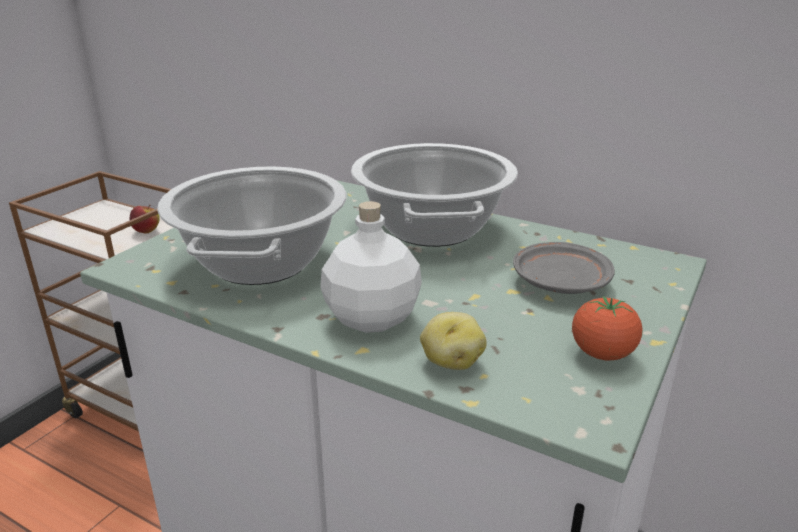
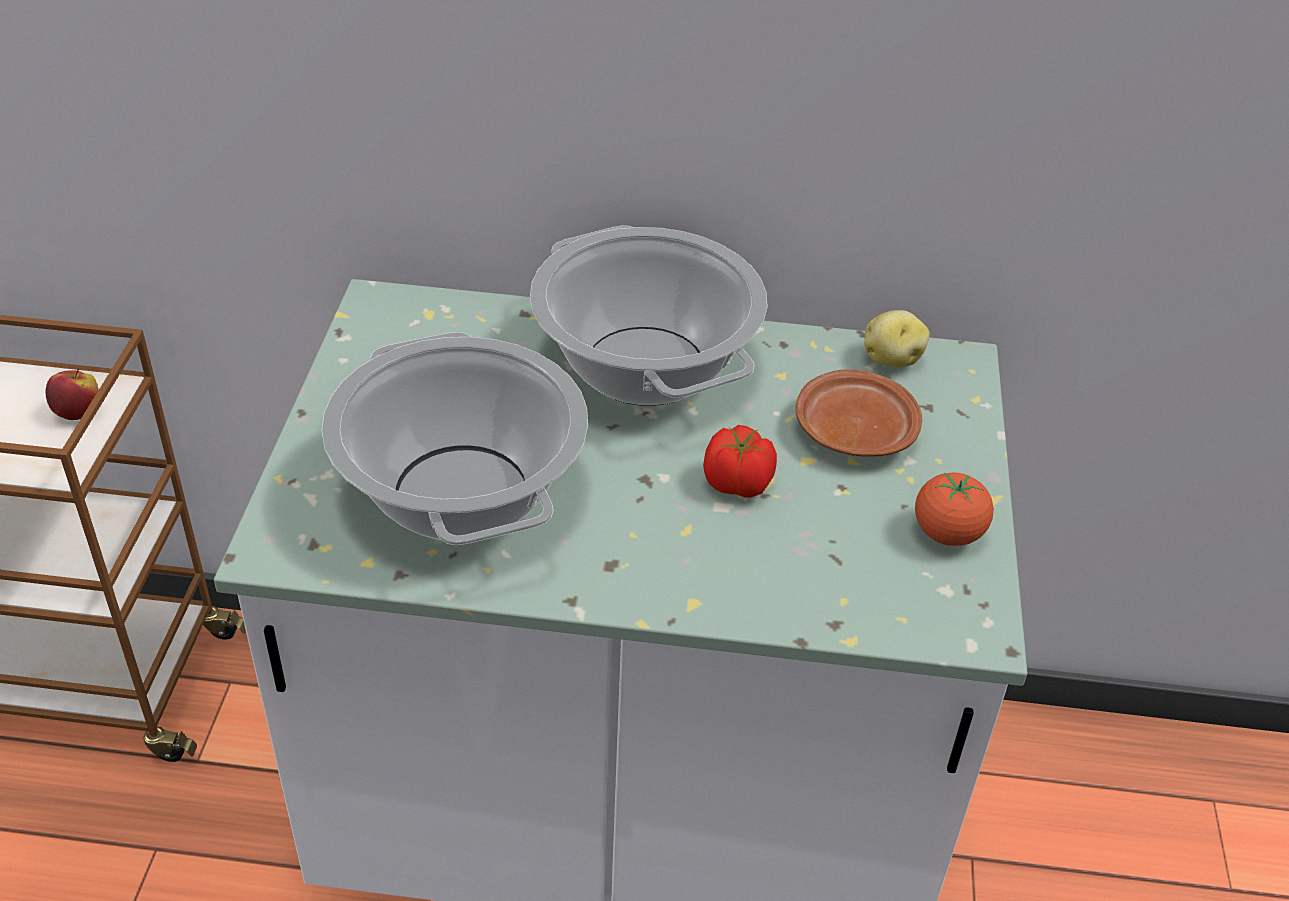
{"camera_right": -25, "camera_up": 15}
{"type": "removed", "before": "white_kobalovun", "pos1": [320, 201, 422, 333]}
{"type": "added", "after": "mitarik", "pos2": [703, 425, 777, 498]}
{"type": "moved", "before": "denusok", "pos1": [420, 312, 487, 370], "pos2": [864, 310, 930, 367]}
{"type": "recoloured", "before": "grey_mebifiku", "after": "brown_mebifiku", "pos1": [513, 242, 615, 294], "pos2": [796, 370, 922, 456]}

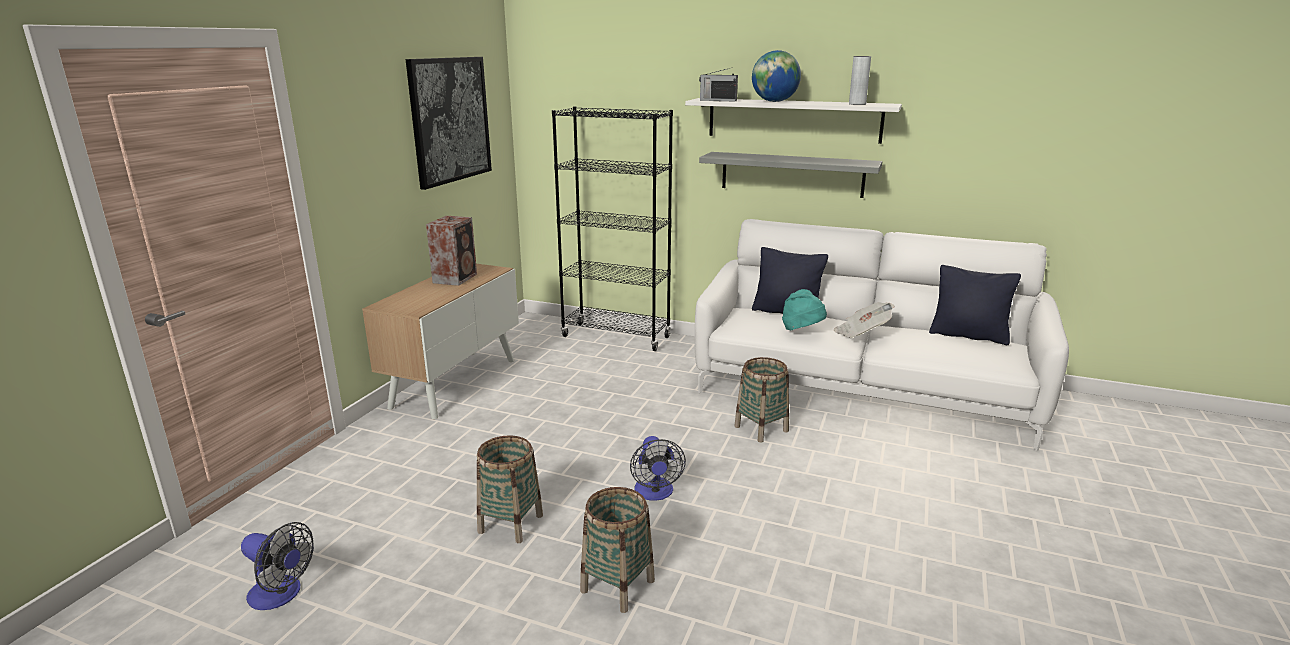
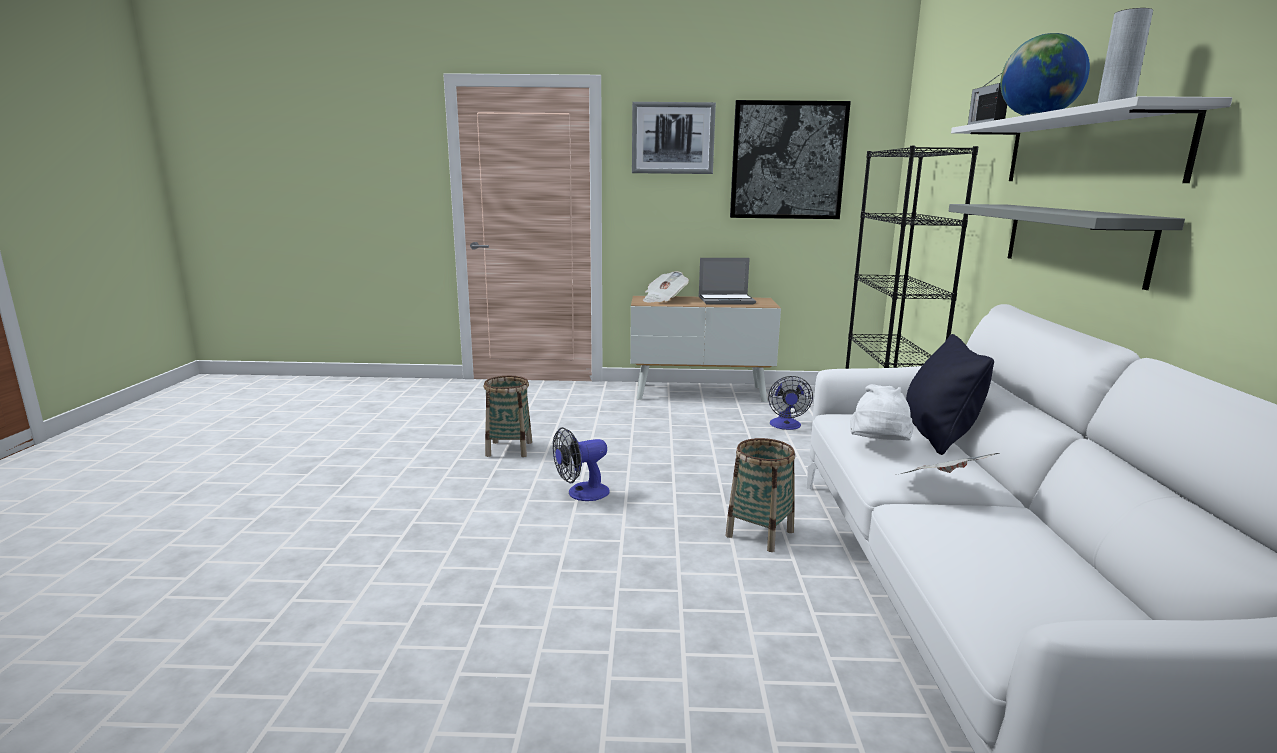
{"camera_right": 70, "camera_up": -5}
{"type": "removed", "before": "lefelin", "pos1": [580, 487, 655, 613]}
{"type": "removed", "before": "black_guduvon", "pos1": [929, 265, 1021, 345]}
{"type": "added", "after": "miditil", "pos2": [632, 102, 716, 174]}
{"type": "added", "after": "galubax", "pos2": [643, 271, 689, 303]}
{"type": "moved", "before": "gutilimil", "pos1": [241, 522, 314, 610], "pos2": [768, 376, 813, 430]}
{"type": "replaced", "before": "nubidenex", "after": "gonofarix", "pos1": [426, 216, 477, 286], "pos2": [699, 258, 756, 305]}
{"type": "recoloured", "before": "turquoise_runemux", "after": "white_runemux", "pos1": [782, 289, 827, 330], "pos2": [850, 384, 914, 441]}

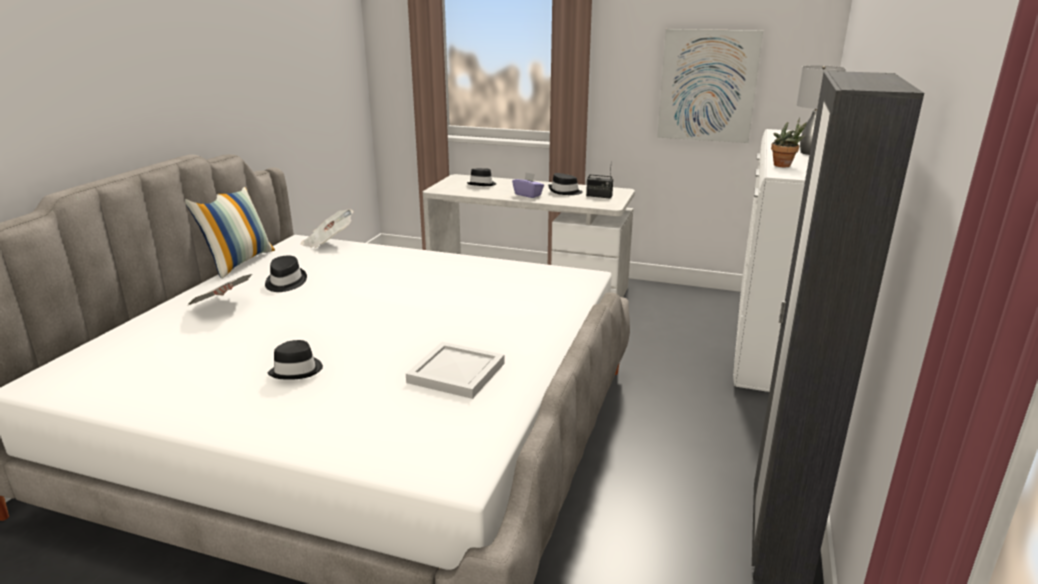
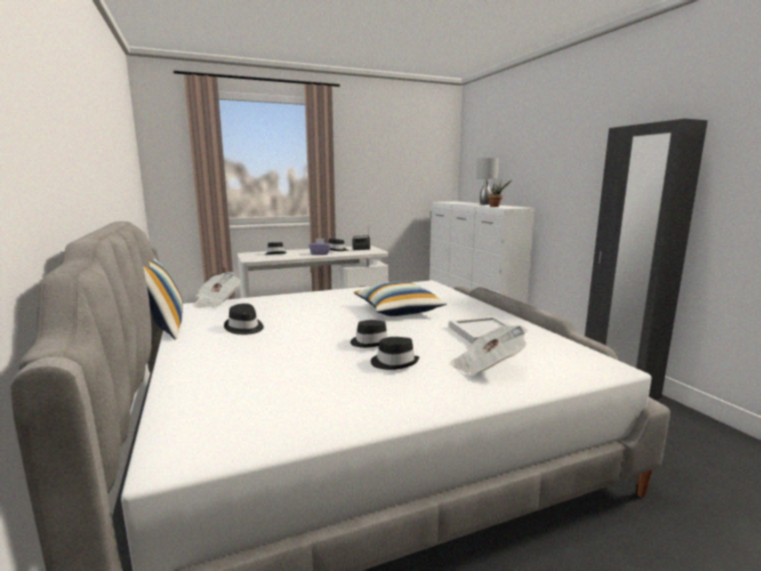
{"camera_right": -40, "camera_up": -10}
{"type": "removed", "before": "miditil", "pos1": [657, 29, 763, 143]}
{"type": "added", "after": "black_runemux", "pos2": [350, 320, 387, 348]}
{"type": "added", "after": "guduvon", "pos2": [354, 281, 447, 316]}
{"type": "moved", "before": "galubax", "pos1": [187, 274, 252, 306], "pos2": [450, 325, 528, 376]}

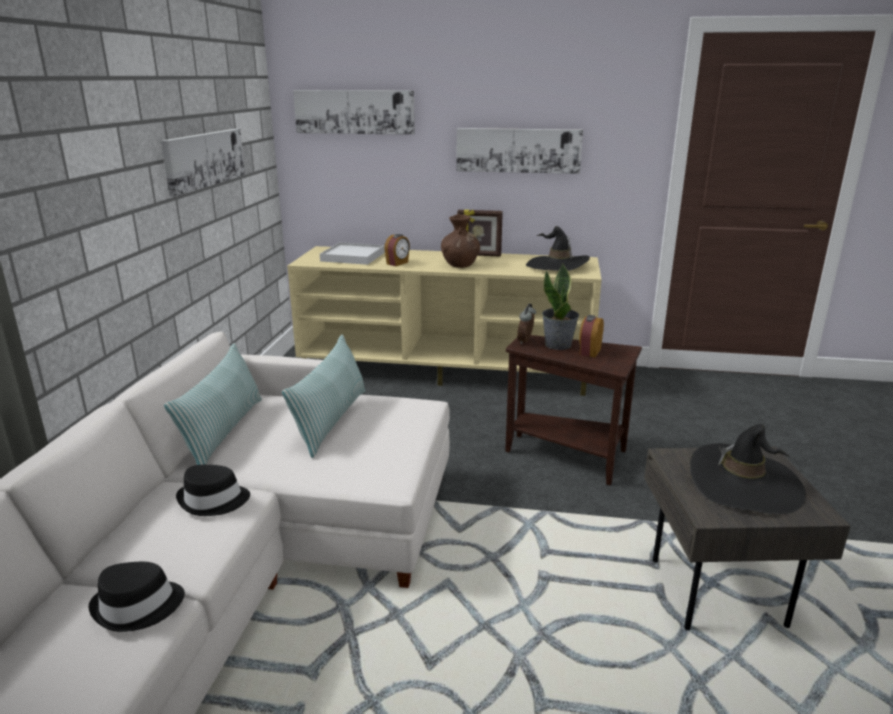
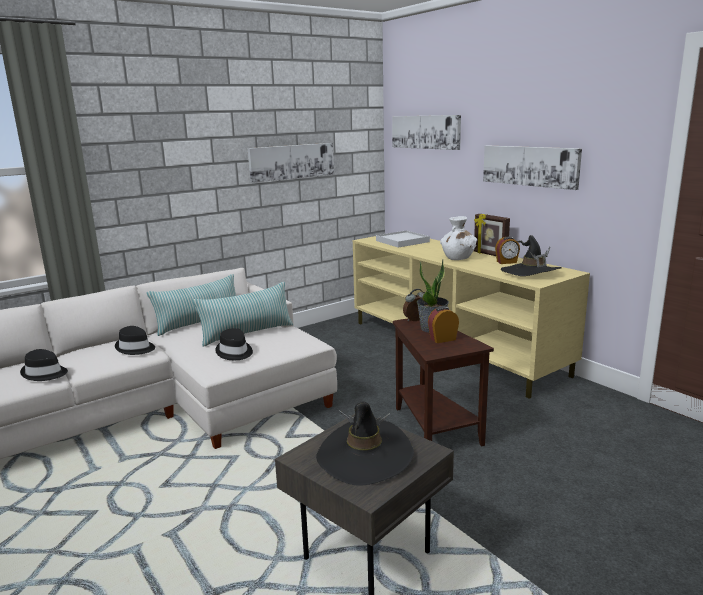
{"camera_right": 45, "camera_up": -5}
{"type": "added", "after": "black_runemux", "pos2": [215, 328, 253, 360]}
{"type": "moved", "before": "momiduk", "pos1": [384, 234, 410, 266], "pos2": [495, 237, 520, 264]}
{"type": "recoloured", "before": "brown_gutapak", "after": "white_gutapak", "pos1": [441, 214, 480, 268], "pos2": [440, 216, 477, 260]}

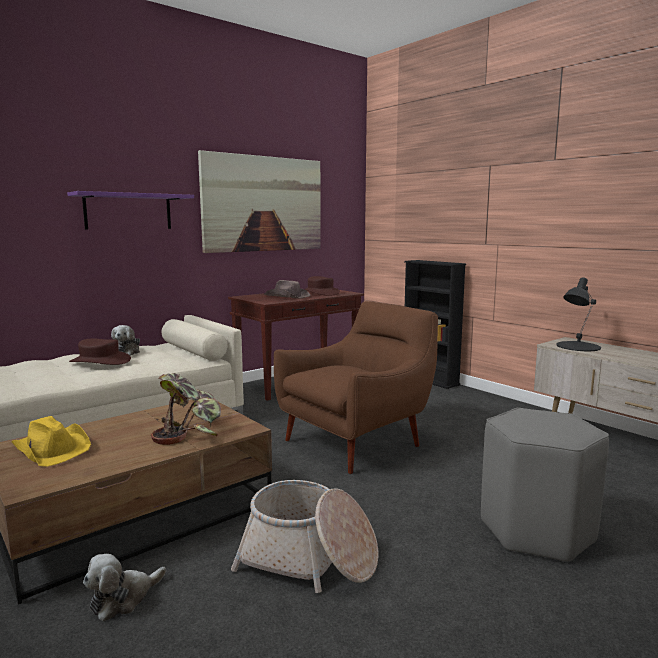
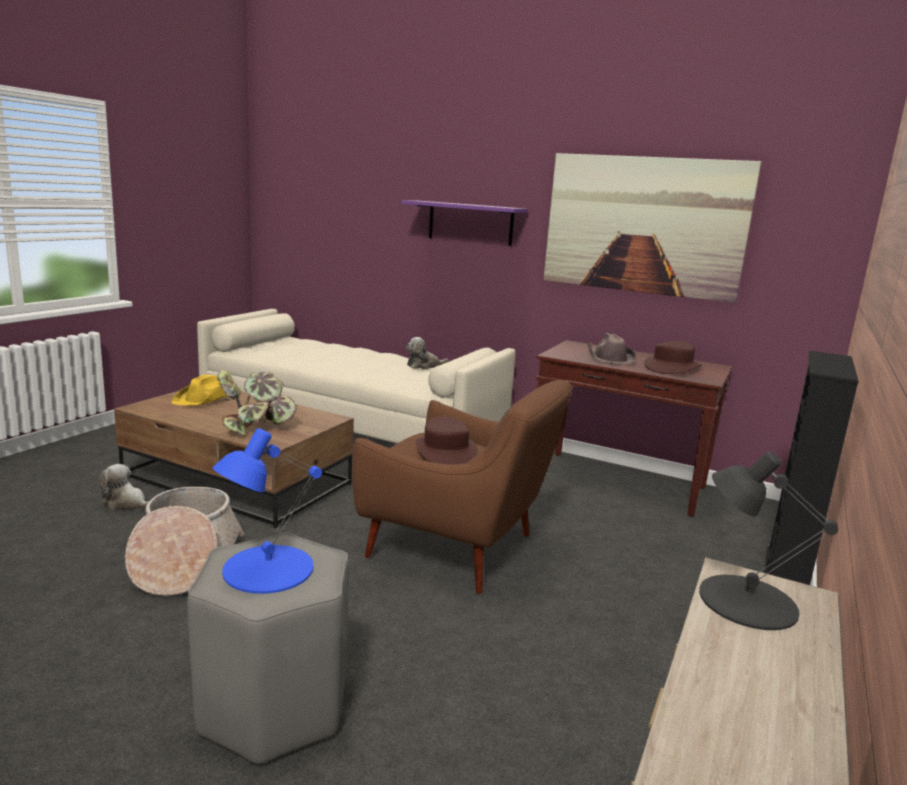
{"camera_right": 65, "camera_up": 5}
{"type": "added", "after": "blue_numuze", "pos2": [213, 428, 322, 594]}
{"type": "moved", "before": "brown_runemux", "pos1": [69, 338, 131, 365], "pos2": [416, 417, 478, 465]}

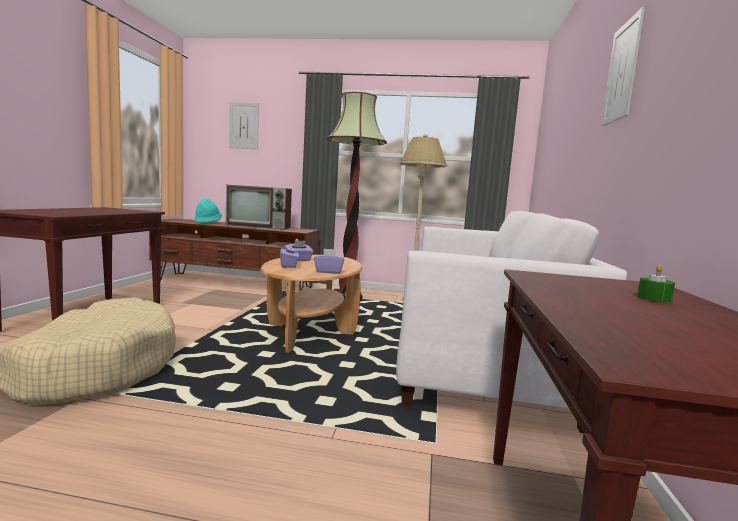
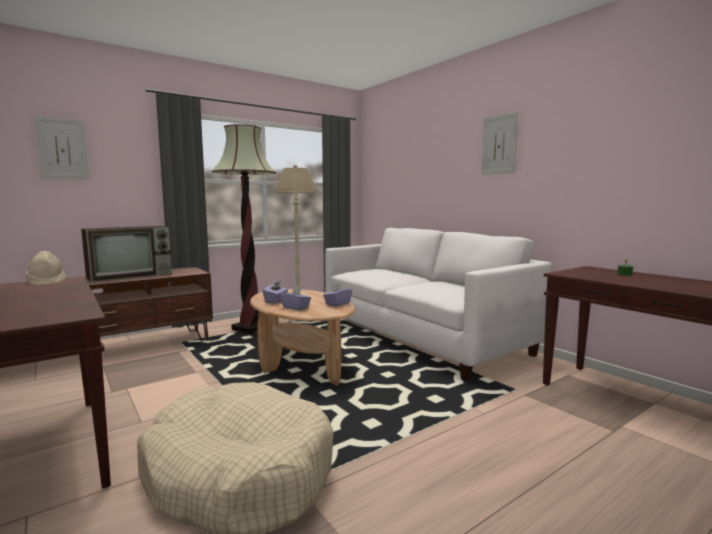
{"camera_right": -45, "camera_up": 0}
{"type": "recoloured", "before": "turquoise_runemux", "after": "beige_runemux", "pos1": [195, 198, 222, 223], "pos2": [26, 251, 66, 285]}

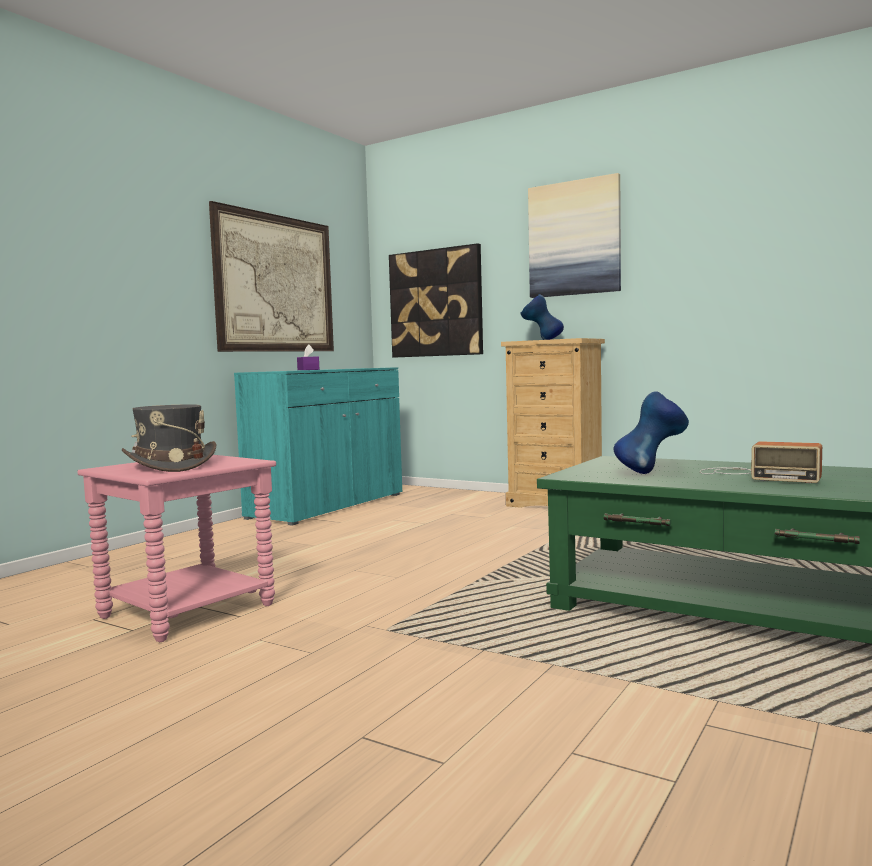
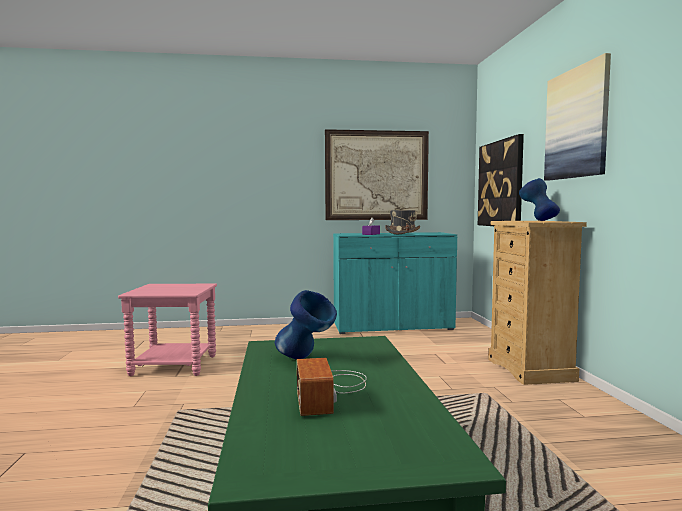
{"camera_right": 50, "camera_up": 0}
{"type": "moved", "before": "grey_runemux", "pos1": [122, 404, 216, 472], "pos2": [385, 210, 420, 234]}

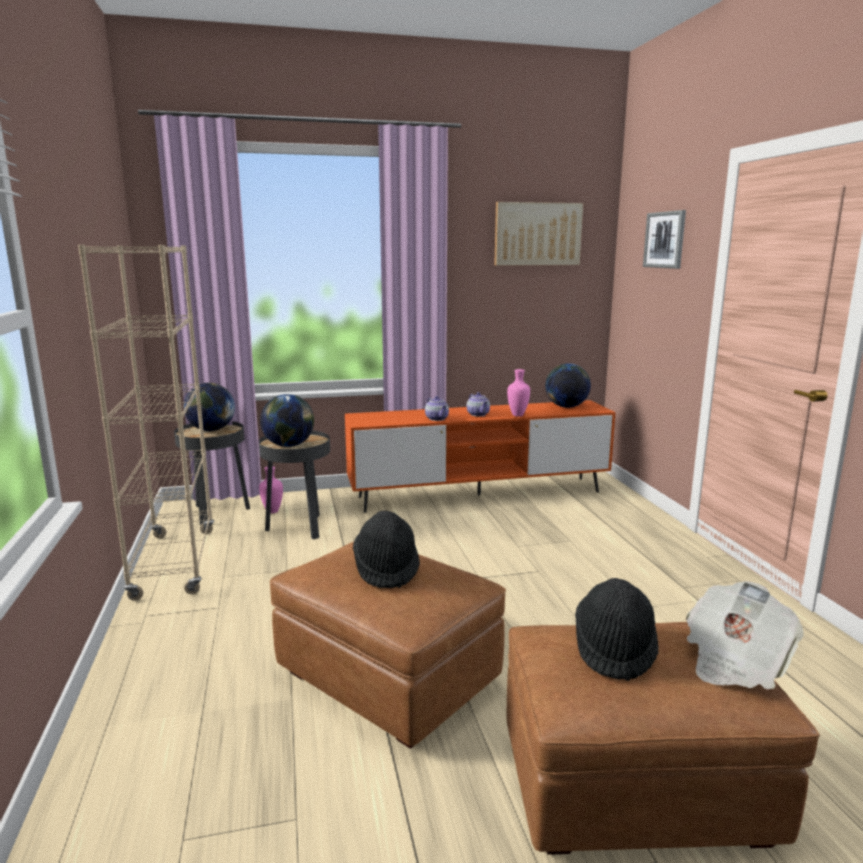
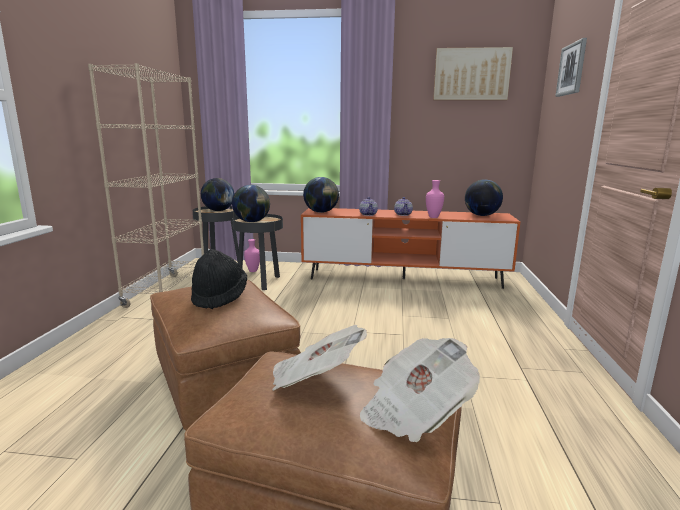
{"camera_right": 20, "camera_up": 0}
{"type": "added", "after": "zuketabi", "pos2": [303, 177, 339, 213]}
{"type": "replaced", "before": "black_runemux", "after": "galubax", "pos1": [575, 578, 659, 681], "pos2": [272, 325, 367, 391]}

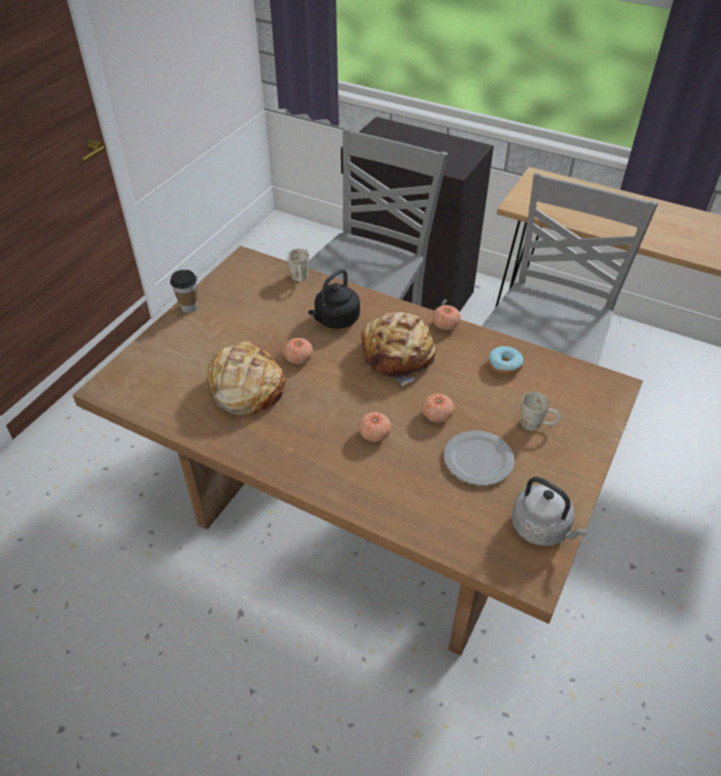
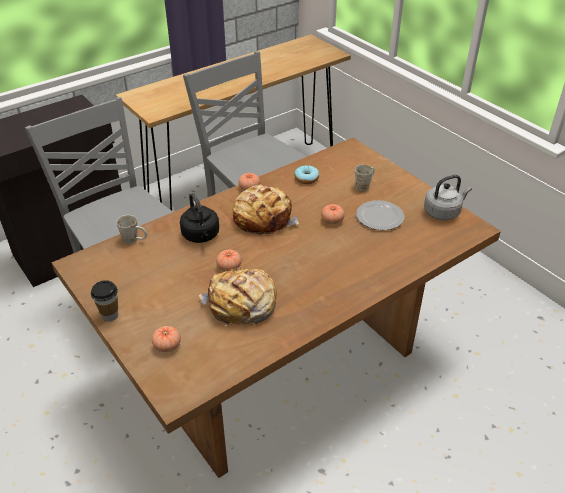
{"camera_right": -65, "camera_up": -5}
{"type": "moved", "before": "mitarik", "pos1": [358, 412, 391, 442], "pos2": [152, 326, 181, 352]}

